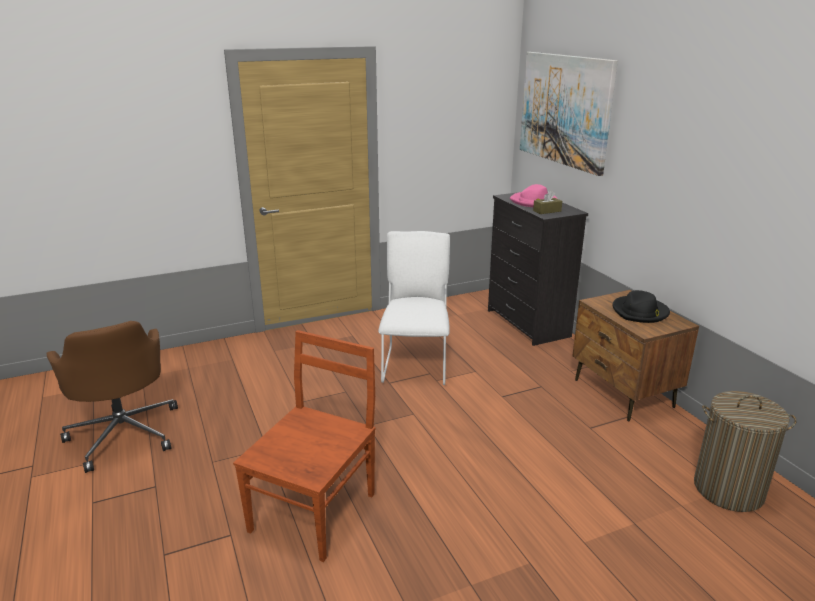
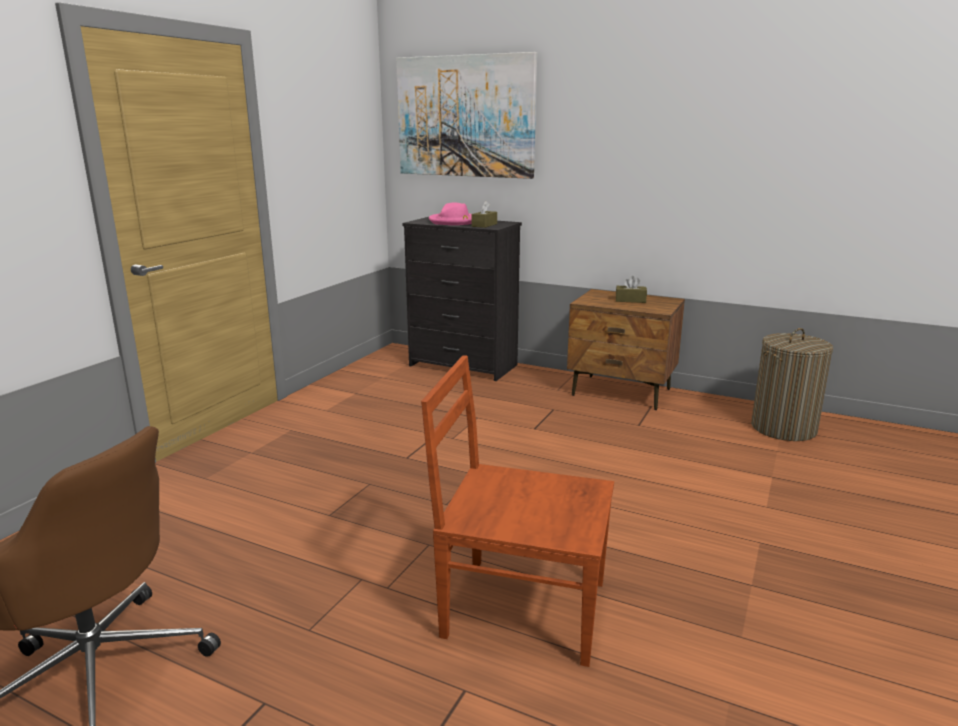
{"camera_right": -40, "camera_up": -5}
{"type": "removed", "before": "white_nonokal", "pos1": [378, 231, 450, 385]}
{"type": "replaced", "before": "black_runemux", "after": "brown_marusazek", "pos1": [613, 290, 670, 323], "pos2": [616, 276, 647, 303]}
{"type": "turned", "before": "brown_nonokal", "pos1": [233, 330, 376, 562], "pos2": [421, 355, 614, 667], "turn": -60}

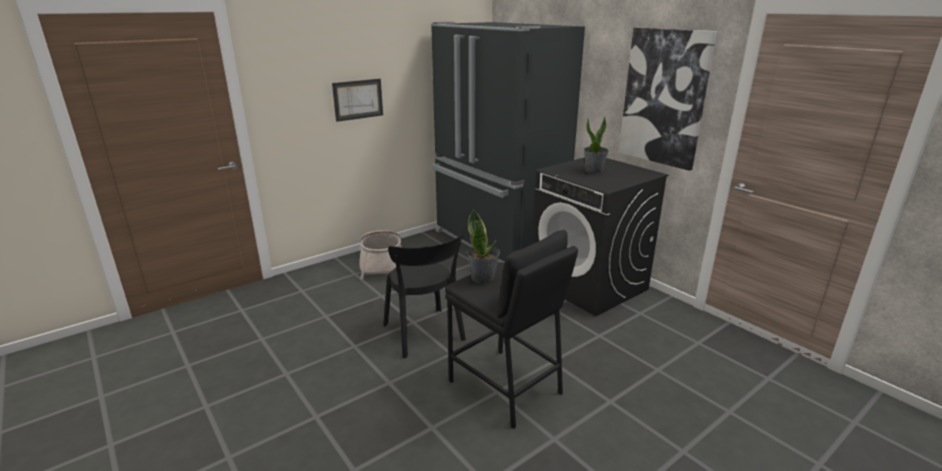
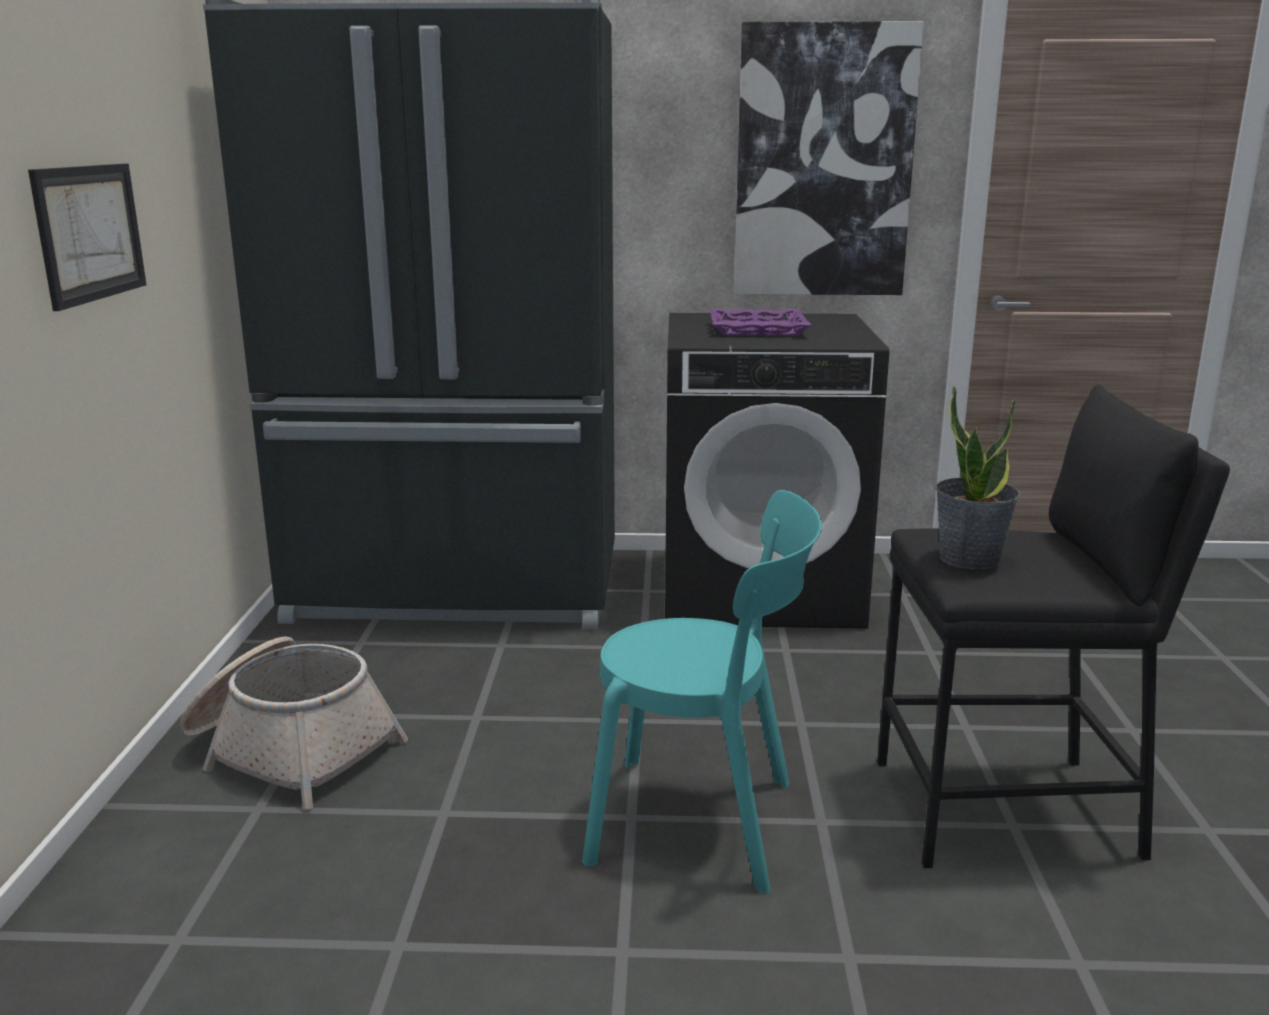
{"camera_right": -50, "camera_up": -5}
{"type": "replaced", "before": "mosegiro", "after": "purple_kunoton", "pos1": [584, 117, 609, 174], "pos2": [709, 309, 811, 336]}
{"type": "recoloured", "before": "black_nonokal", "after": "turquoise_nonokal", "pos1": [383, 231, 466, 358], "pos2": [582, 490, 822, 894]}

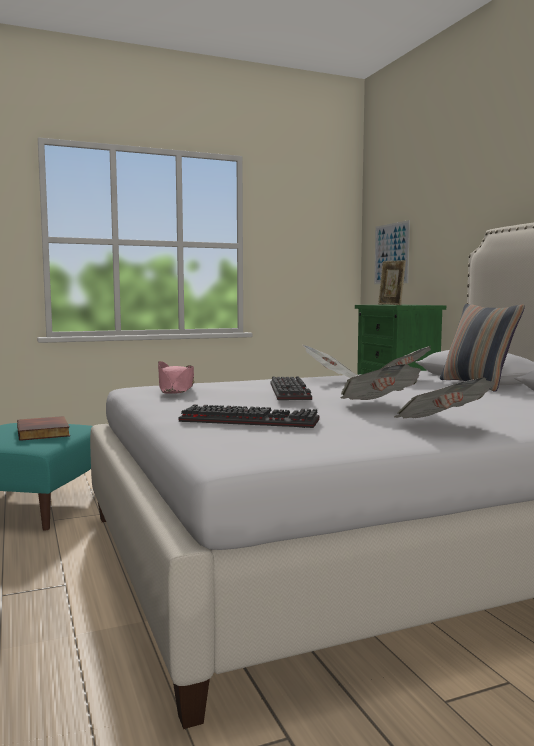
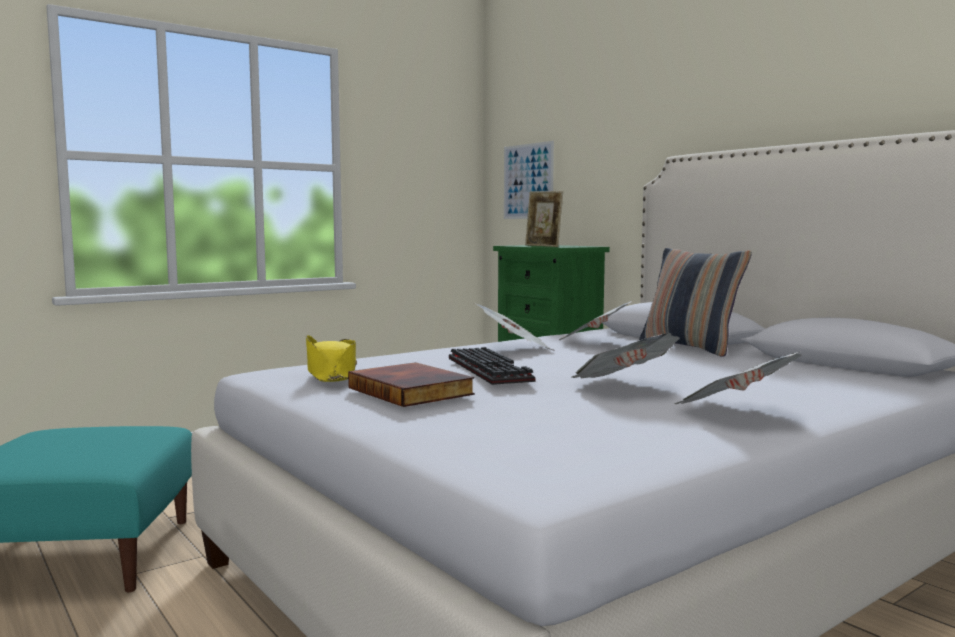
{"camera_right": -15, "camera_up": 0}
{"type": "removed", "before": "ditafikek", "pos1": [179, 404, 319, 428]}
{"type": "moved", "before": "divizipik", "pos1": [17, 416, 70, 441], "pos2": [348, 362, 475, 407]}
{"type": "recoloured", "before": "pink_runemux", "after": "yellow_runemux", "pos1": [158, 361, 194, 394], "pos2": [306, 335, 357, 382]}

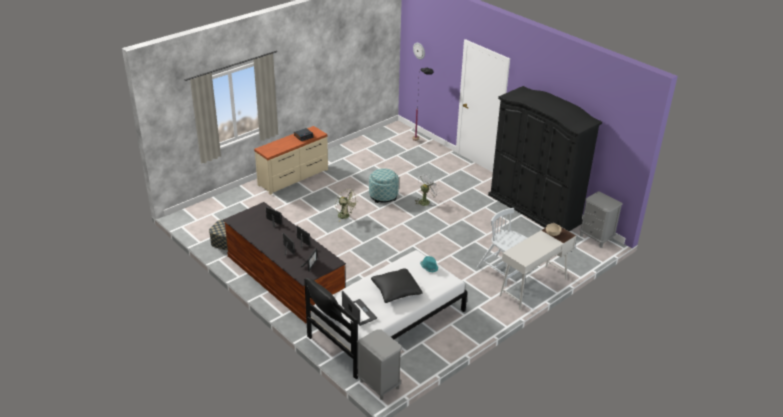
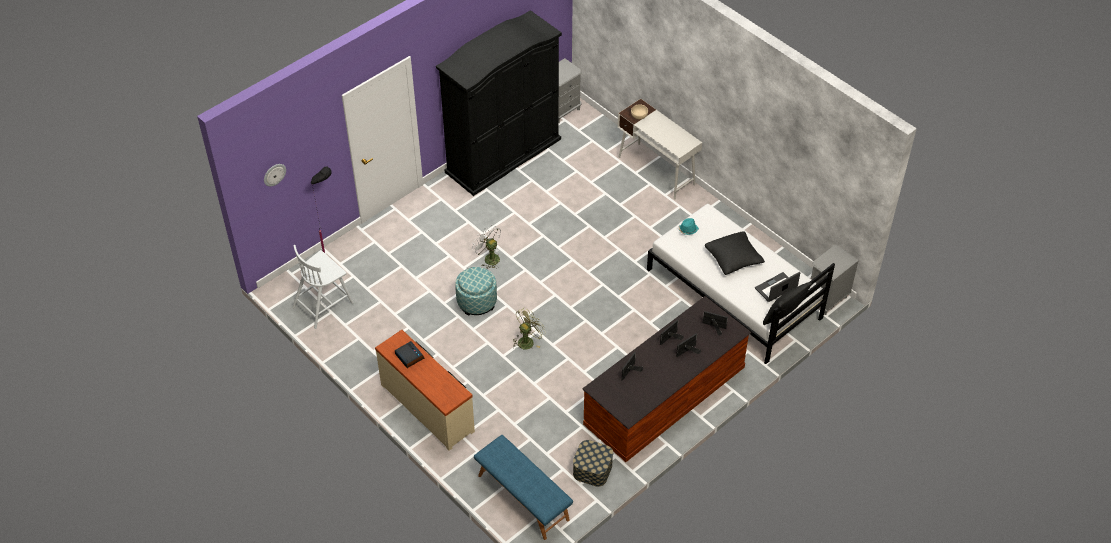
{"camera_right": -90, "camera_up": 15}
{"type": "added", "after": "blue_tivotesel", "pos2": [474, 435, 573, 540]}
{"type": "moved", "before": "white_nonokal", "pos1": [476, 208, 528, 287], "pos2": [292, 245, 354, 329]}

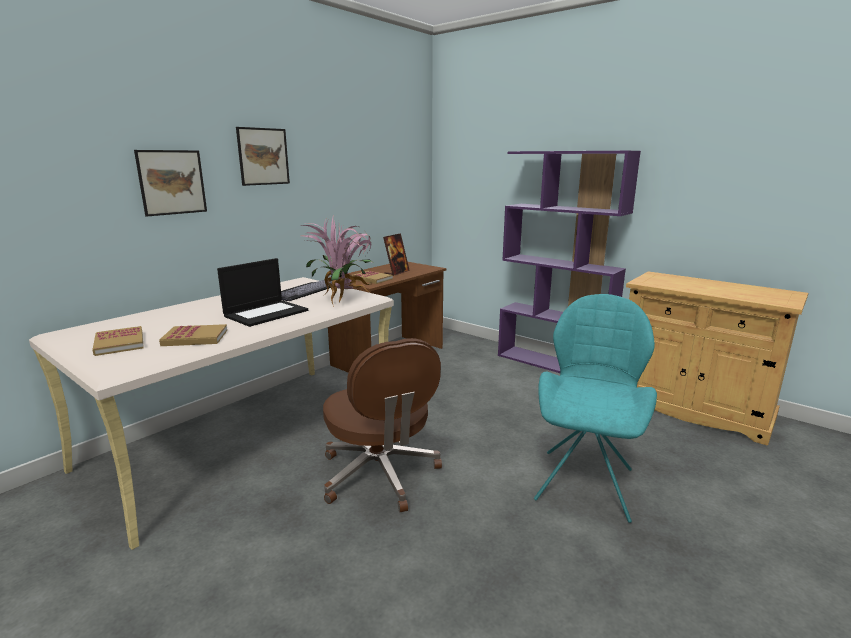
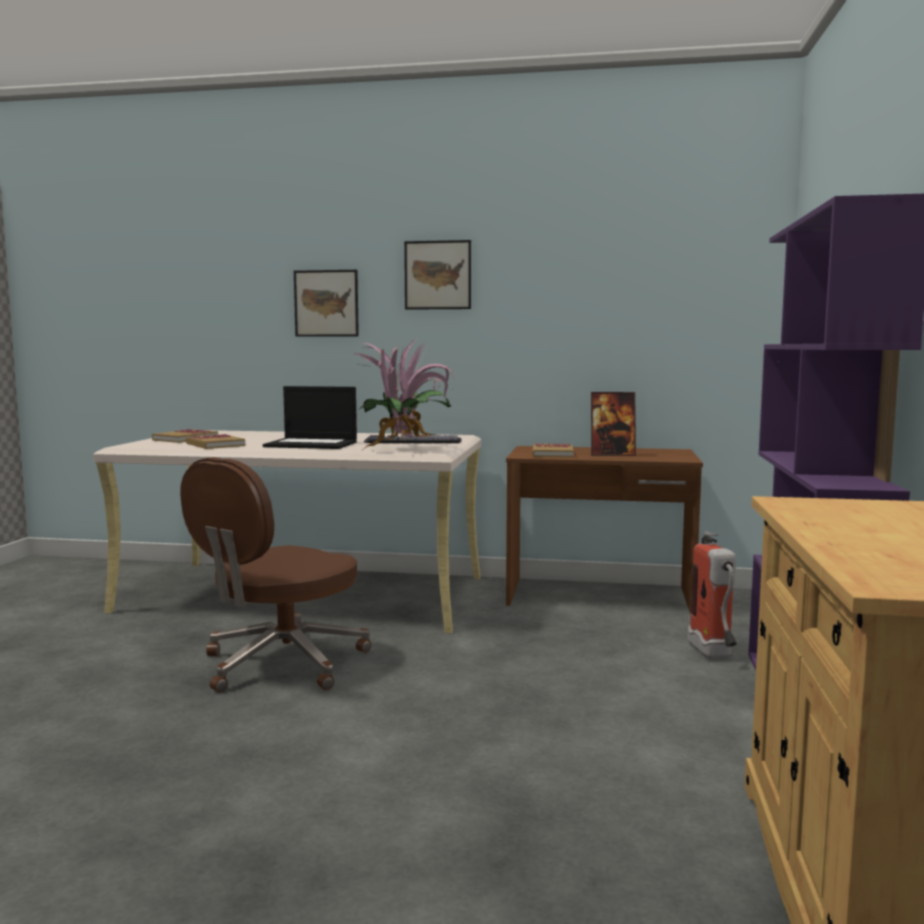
{"camera_right": 60, "camera_up": -10}
{"type": "removed", "before": "turquoise_nonokal", "pos1": [534, 294, 657, 523]}
{"type": "added", "after": "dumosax", "pos2": [687, 531, 737, 659]}

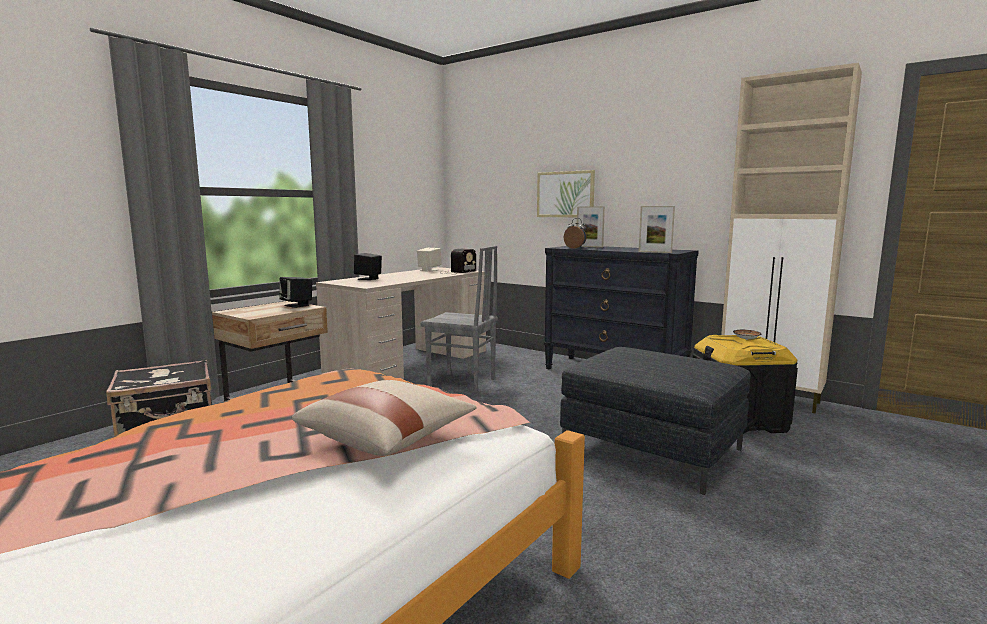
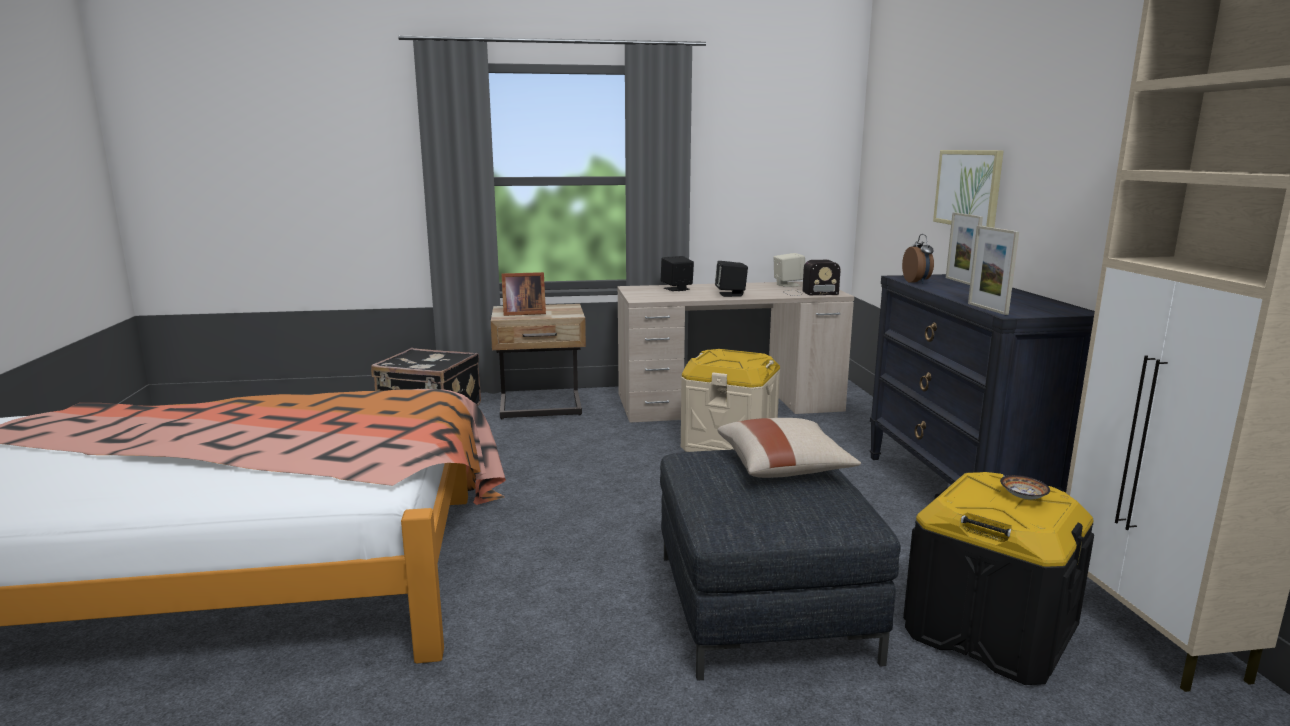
{"camera_right": 45, "camera_up": 5}
{"type": "added", "after": "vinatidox", "pos2": [501, 272, 546, 316]}
{"type": "moved", "before": "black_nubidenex", "pos1": [279, 277, 312, 308], "pos2": [715, 261, 748, 297]}
{"type": "moved", "before": "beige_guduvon", "pos1": [292, 380, 477, 456], "pos2": [717, 418, 861, 478]}
{"type": "replaced", "before": "grey_nonokal", "after": "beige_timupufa", "pos1": [420, 246, 498, 393], "pos2": [681, 349, 780, 452]}

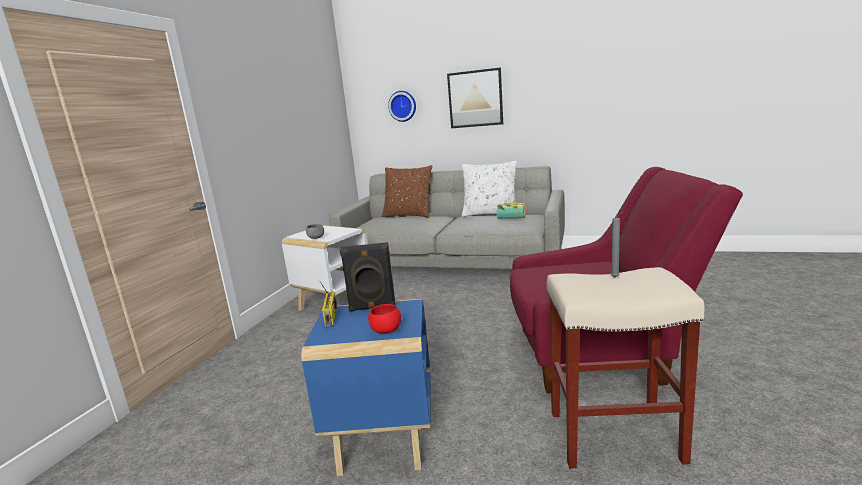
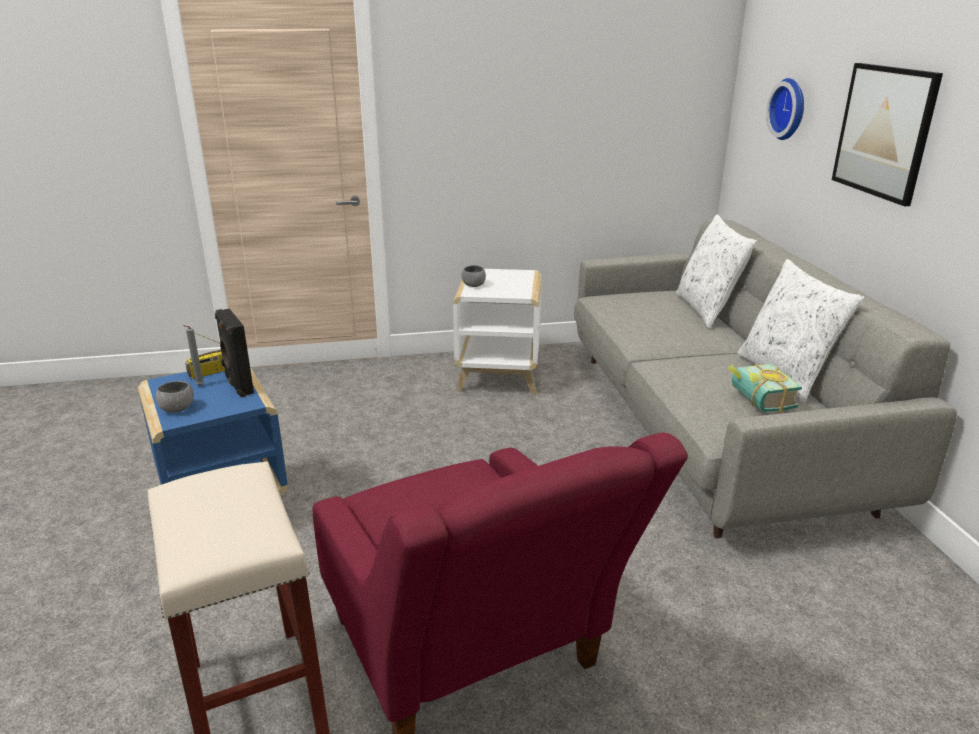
{"camera_right": 60, "camera_up": 10}
{"type": "moved", "before": "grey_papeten", "pos1": [611, 212, 623, 278], "pos2": [183, 325, 204, 386]}
{"type": "recoloured", "before": "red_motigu", "after": "grey_motigu", "pos1": [368, 304, 401, 334], "pos2": [156, 381, 194, 413]}
{"type": "recoloured", "before": "brown_guduvon", "after": "white_guduvon", "pos1": [382, 165, 432, 218], "pos2": [676, 214, 757, 329]}

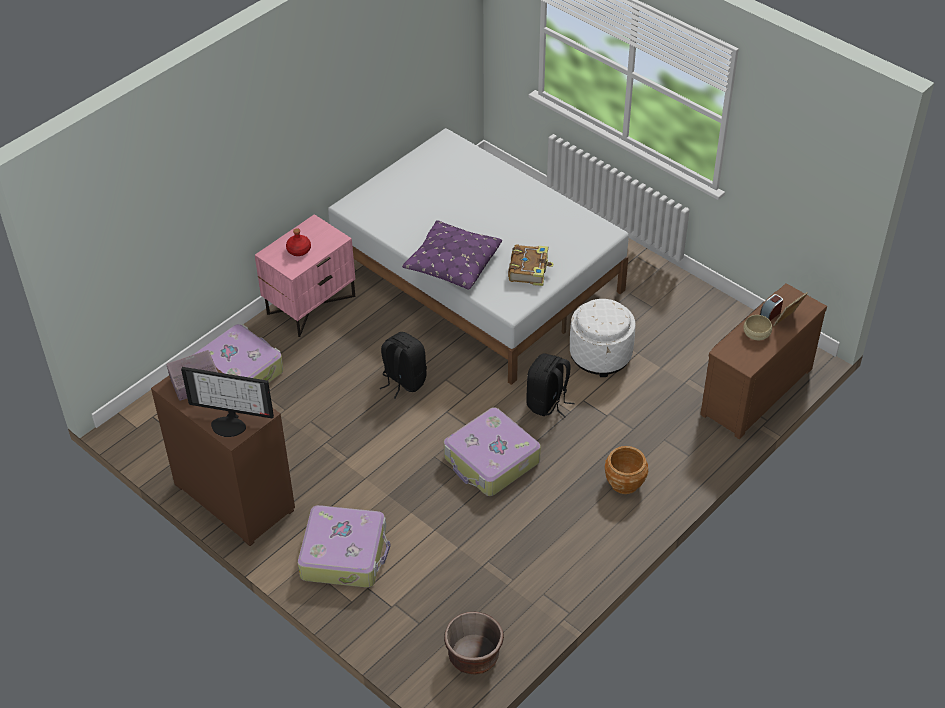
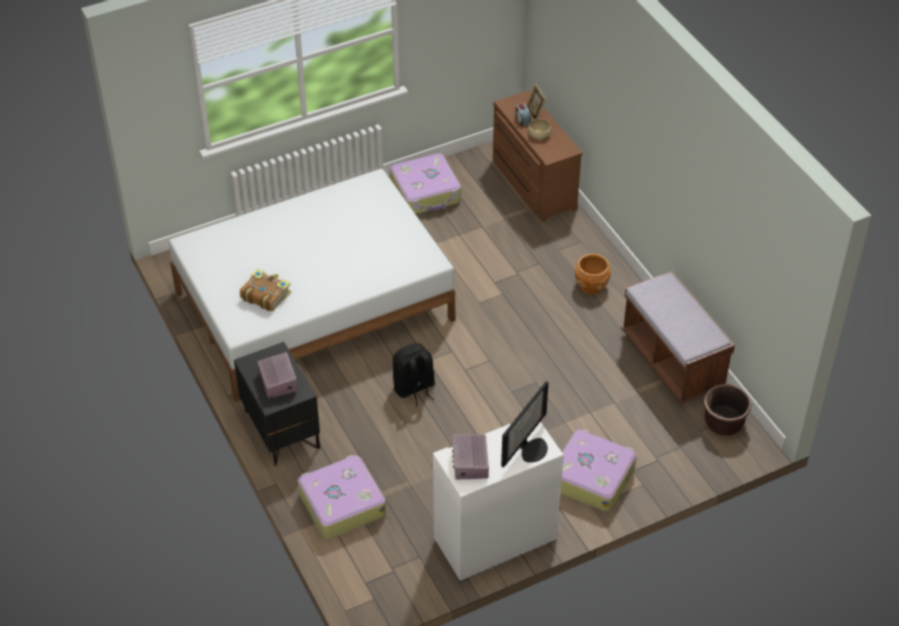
{"camera_right": -70, "camera_up": 0}
{"type": "removed", "before": "purple_guduvon", "pos1": [402, 220, 502, 290]}
{"type": "removed", "before": "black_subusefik", "pos1": [526, 353, 575, 418]}
{"type": "removed", "before": "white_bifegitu", "pos1": [570, 299, 635, 377]}
{"type": "added", "after": "brown_tivotesel", "pos2": [621, 271, 735, 404]}
{"type": "moved", "before": "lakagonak", "pos1": [444, 407, 541, 496], "pos2": [389, 154, 461, 214]}
{"type": "moved", "before": "divizipik", "pos1": [508, 244, 554, 286], "pos2": [240, 269, 291, 311]}
{"type": "replaced", "before": "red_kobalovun", "after": "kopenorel", "pos1": [286, 228, 311, 256], "pos2": [258, 352, 297, 398]}
{"type": "recoloured", "before": "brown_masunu", "after": "white_masunu", "pos1": [151, 368, 295, 546], "pos2": [433, 422, 564, 582]}
{"type": "recoloured", "before": "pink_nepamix", "after": "black_nepamix", "pos1": [255, 214, 355, 337], "pos2": [234, 342, 320, 466]}

